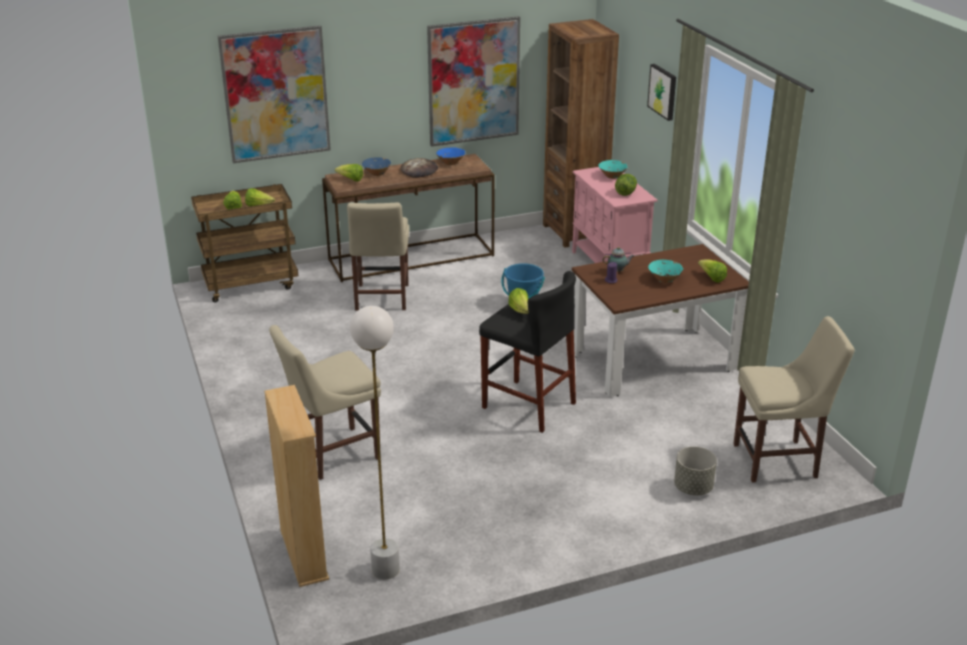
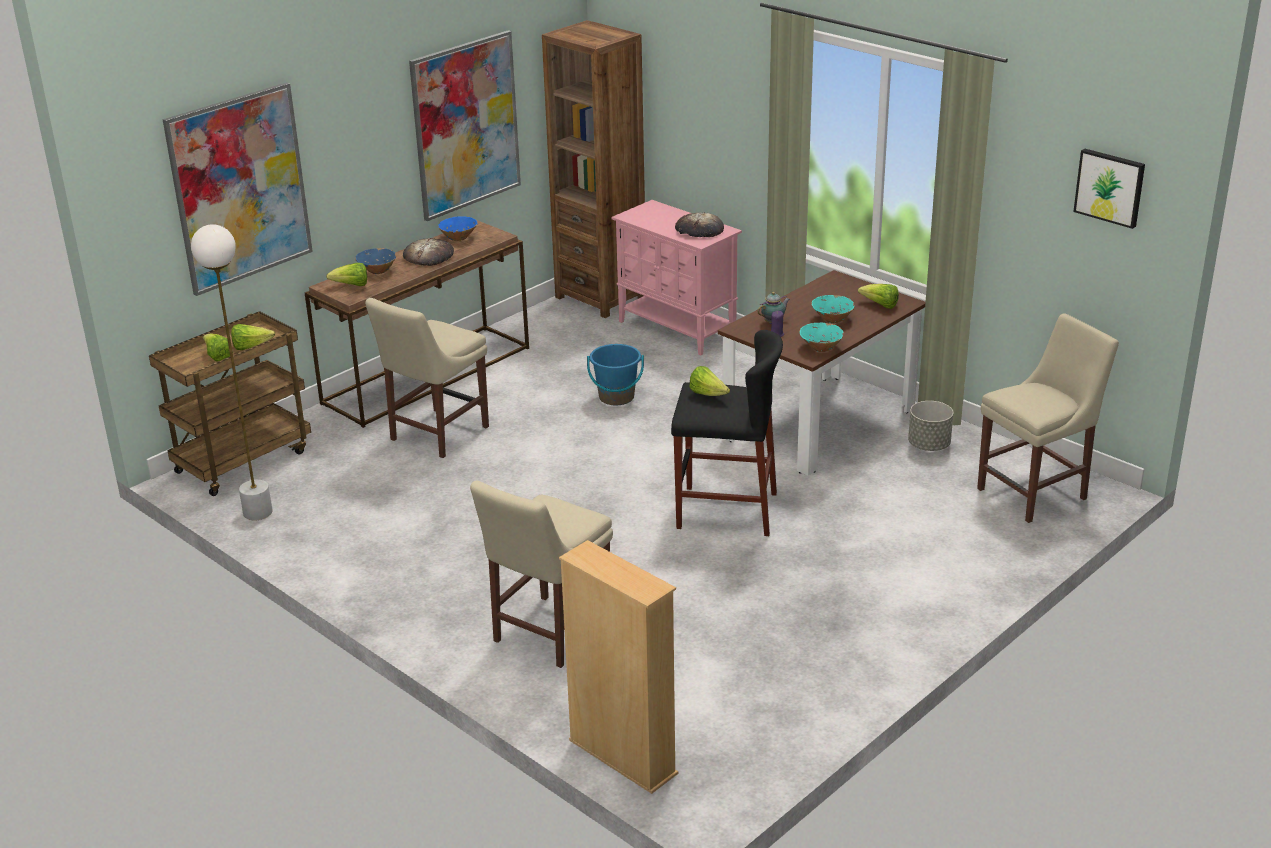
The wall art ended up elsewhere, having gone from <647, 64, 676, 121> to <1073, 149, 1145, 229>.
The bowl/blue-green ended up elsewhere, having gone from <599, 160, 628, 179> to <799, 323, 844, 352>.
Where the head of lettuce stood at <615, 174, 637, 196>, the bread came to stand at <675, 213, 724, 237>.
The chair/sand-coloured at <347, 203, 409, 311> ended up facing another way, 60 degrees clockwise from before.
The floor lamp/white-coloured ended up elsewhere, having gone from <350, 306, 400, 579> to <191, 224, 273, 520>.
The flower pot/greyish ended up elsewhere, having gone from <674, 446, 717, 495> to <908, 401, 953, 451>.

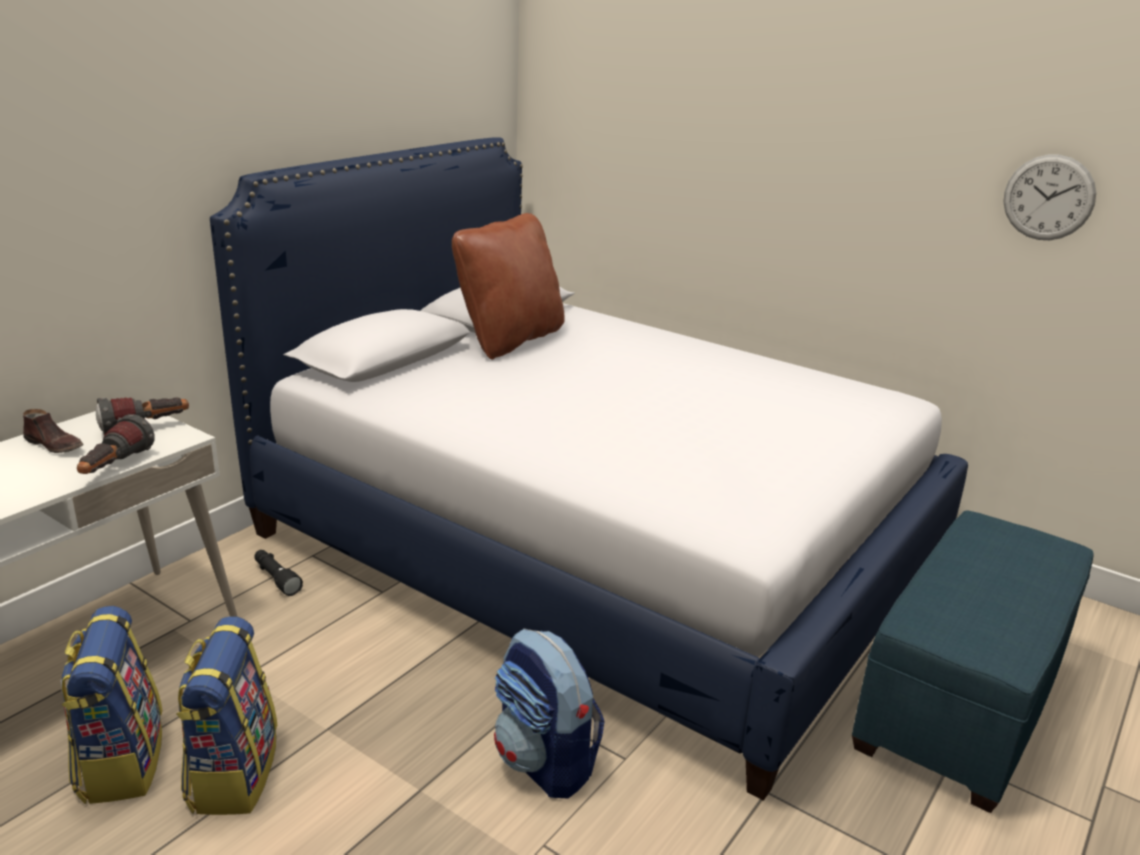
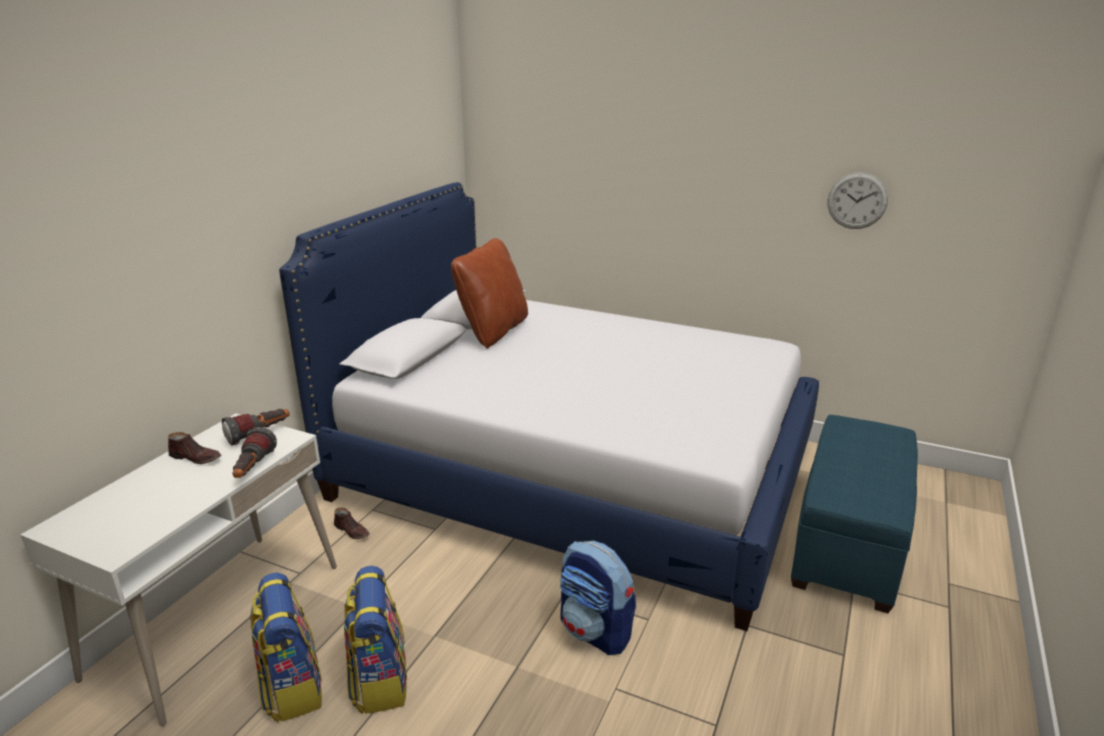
Where the flashlight/black-coloured stood at <254, 550, 303, 596>, the shoe/brownish came to stand at <334, 508, 370, 539>.

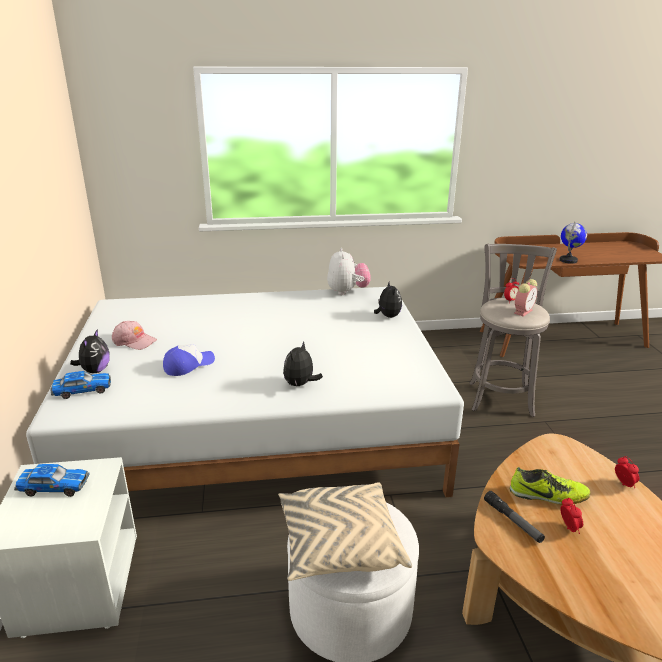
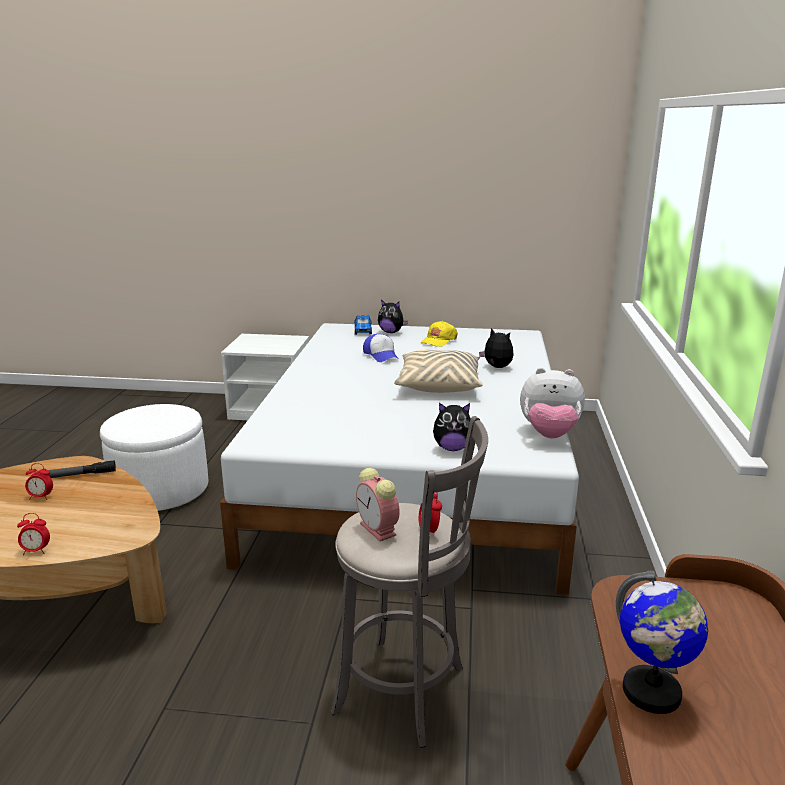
What was the peaked cap/pink-coloured at <112, 321, 157, 350> turned into the peaked cap/yellow-coloured at <421, 321, 458, 347>.
The soft toy ended up elsewhere, having gone from <283, 341, 323, 386> to <479, 328, 514, 368>.
The second view lost the model car at <14, 464, 89, 497>.
The second view lost the shoe at <510, 467, 590, 505>.
The cushion/sand-coloured ended up elsewhere, having gone from <278, 482, 412, 581> to <394, 350, 482, 393>.

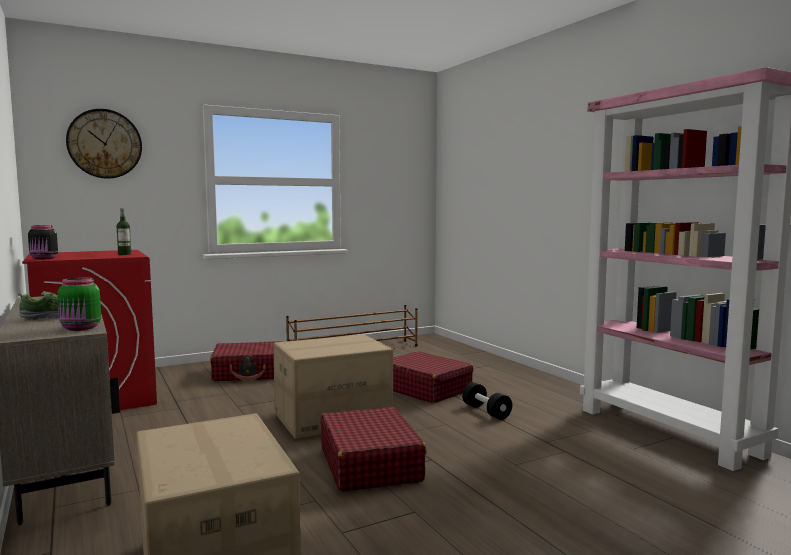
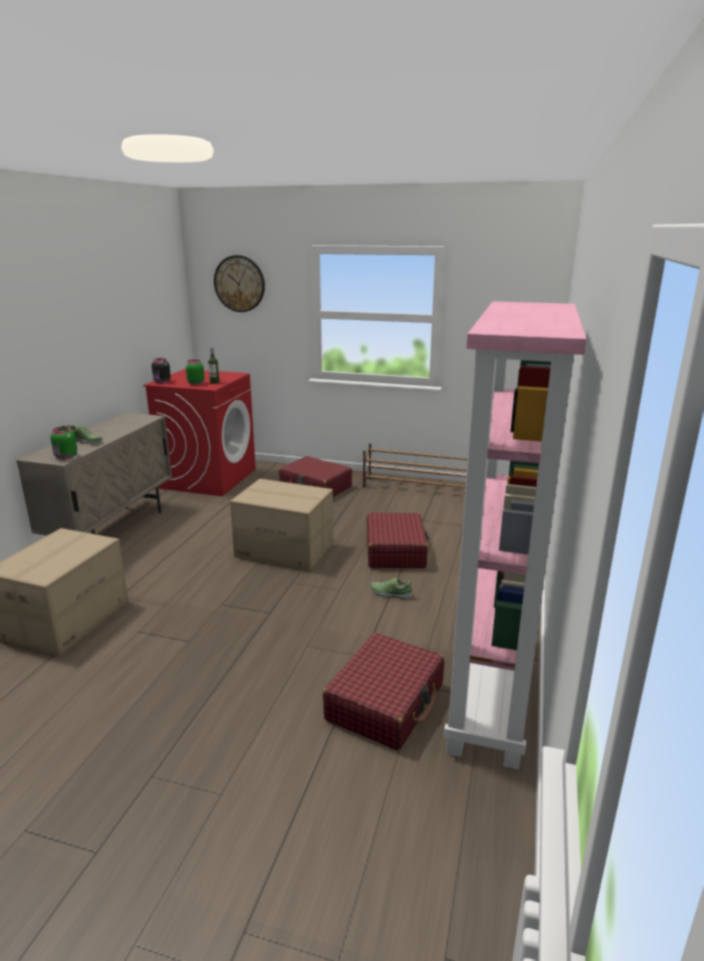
Where the hand weight/black-coloured stood at <462, 382, 512, 420>, the shoe came to stand at <370, 577, 412, 600>.
The suitcase/reddish ended up elsewhere, having gone from <320, 407, 426, 492> to <323, 633, 444, 751>.
The second view gained the storage jar/green-coloured at <186, 359, 205, 385>.

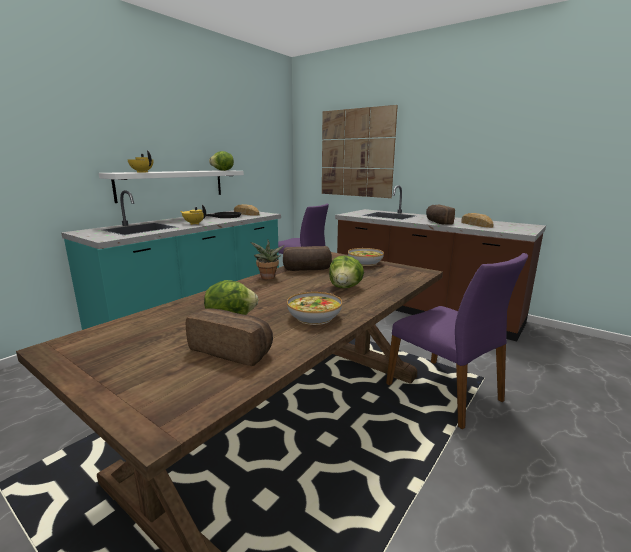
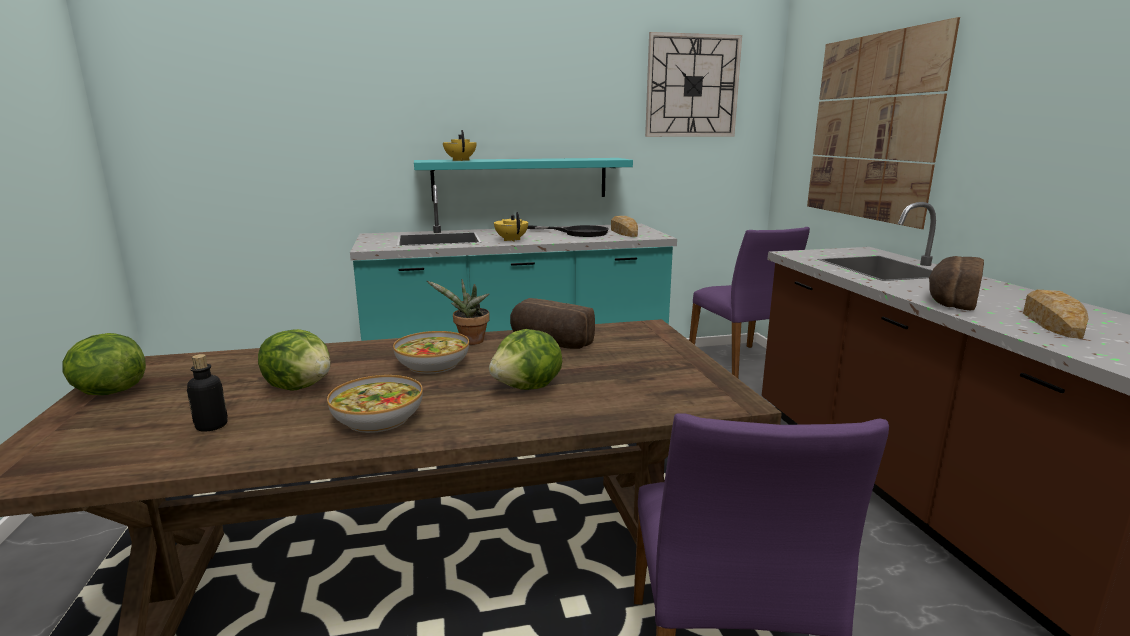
The head of lettuce ended up elsewhere, having gone from <209, 151, 234, 171> to <63, 333, 146, 395>.
What was the wall shelf/white-coloured at <99, 170, 244, 203> turned into the wall shelf/blue-green at <414, 158, 633, 201>.
The bowl ended up elsewhere, having gone from <348, 248, 384, 266> to <393, 331, 469, 374>.
Where the bread stood at <186, 308, 273, 366>, the bottle came to stand at <187, 354, 228, 432>.
The second view gained the clock on the wall at <645, 32, 742, 137>.

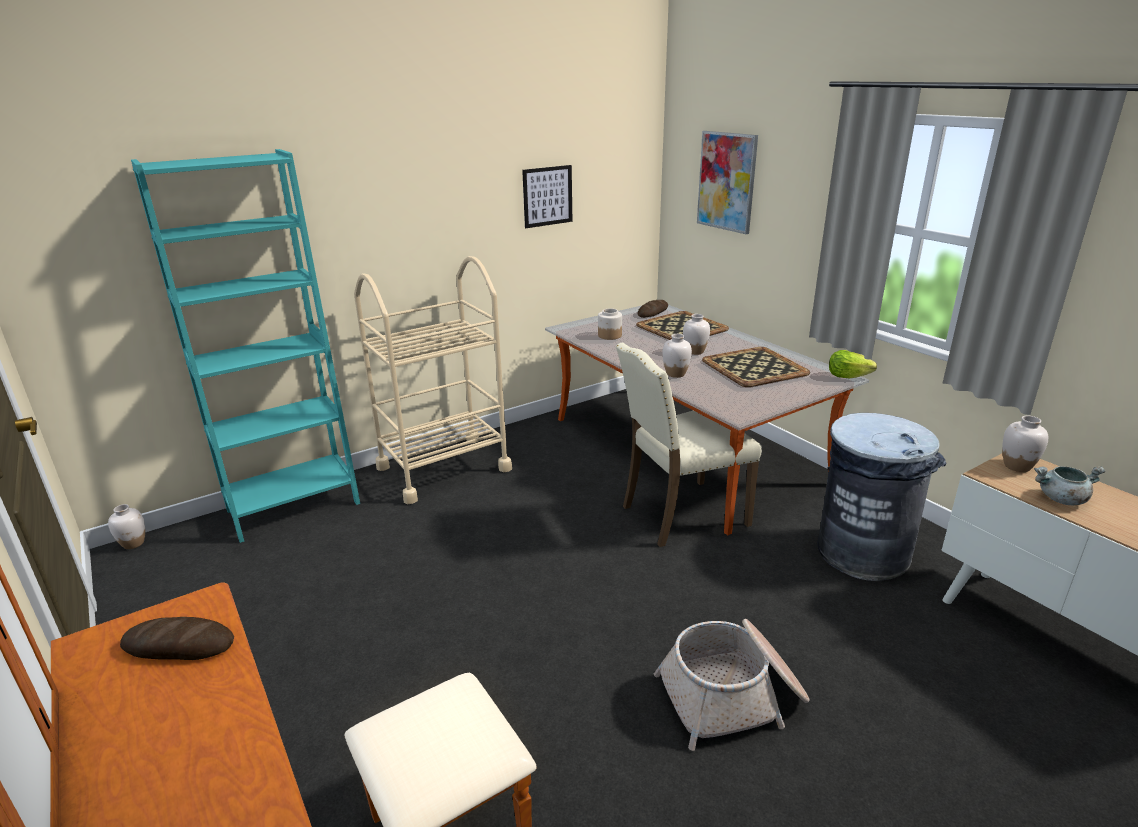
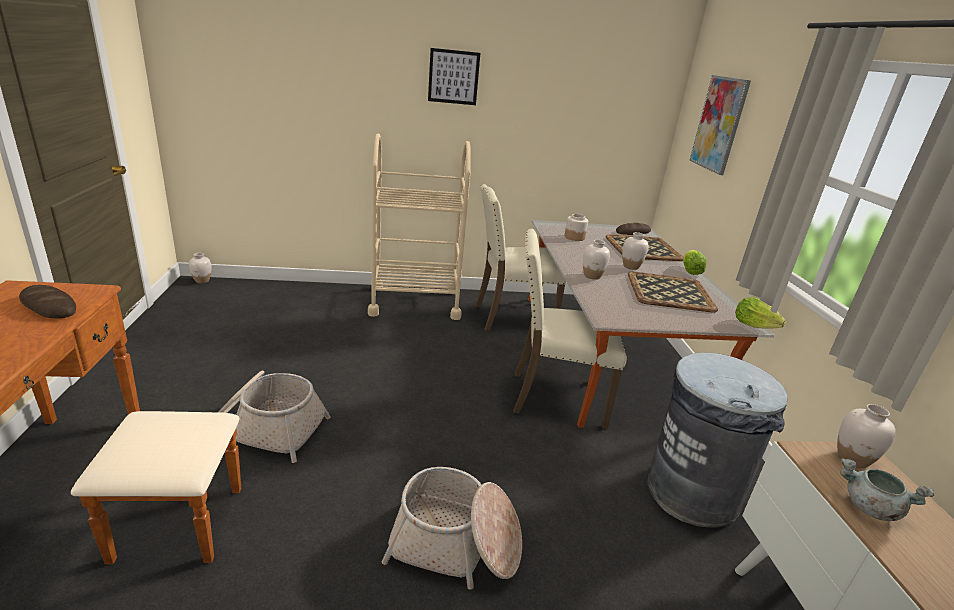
The second view lost the bookshelf/blue-green at <131, 149, 360, 543>.
The wall art ended up elsewhere, having gone from <522, 165, 572, 228> to <428, 48, 480, 105>.
The second view gained the chair/sand-coloured at <475, 184, 566, 331>.
The second view gained the head of lettuce at <683, 250, 707, 275>.
The second view gained the basket at <218, 370, 331, 463>.

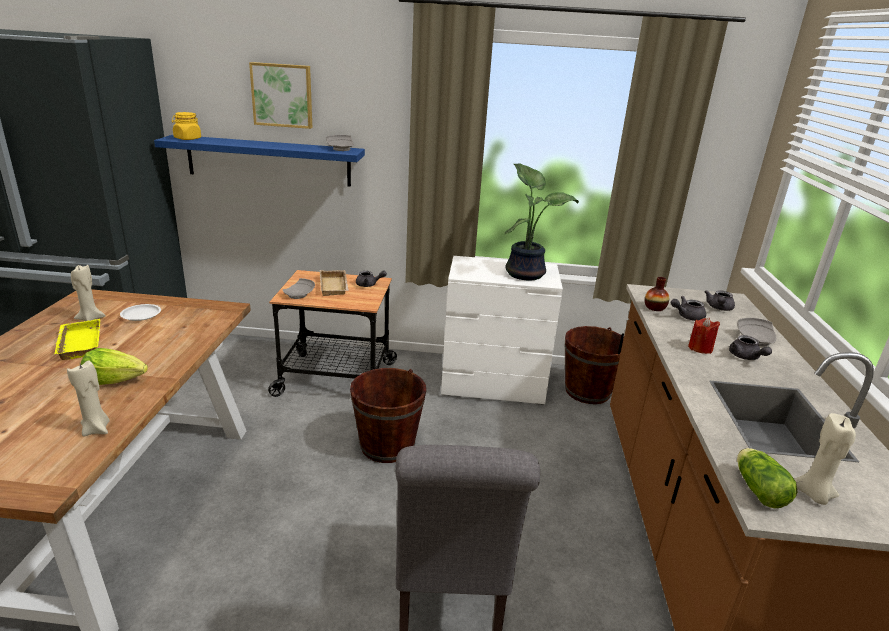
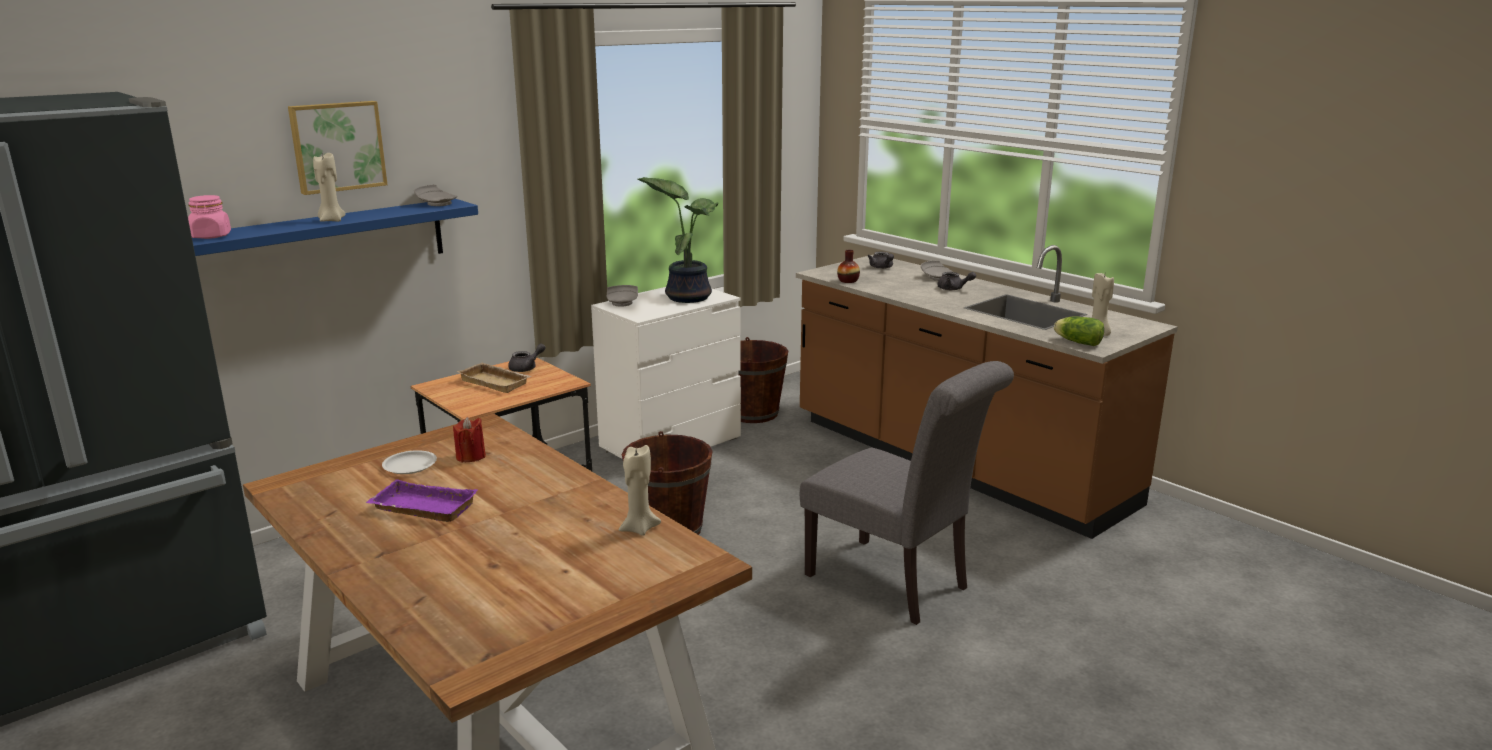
What was the storage jar/yellow-coloured at <172, 112, 201, 140> turned into the storage jar/pink-coloured at <188, 195, 231, 239>.
The wax candle/sand-coloured ended up elsewhere, having gone from <71, 265, 106, 321> to <313, 153, 346, 222>.
The flat dish/greyish ended up elsewhere, having gone from <283, 278, 315, 299> to <606, 285, 638, 307>.
The second view lost the pot for tea/greyish at <671, 296, 706, 321>.
The wax candle/reddish ended up elsewhere, having gone from <688, 317, 720, 354> to <453, 417, 486, 463>.
What was the tray/yellow-coloured at <55, 319, 100, 360> turned into the tray/purple-coloured at <366, 479, 477, 522>.
The second view lost the head of lettuce at <81, 348, 148, 385>.

